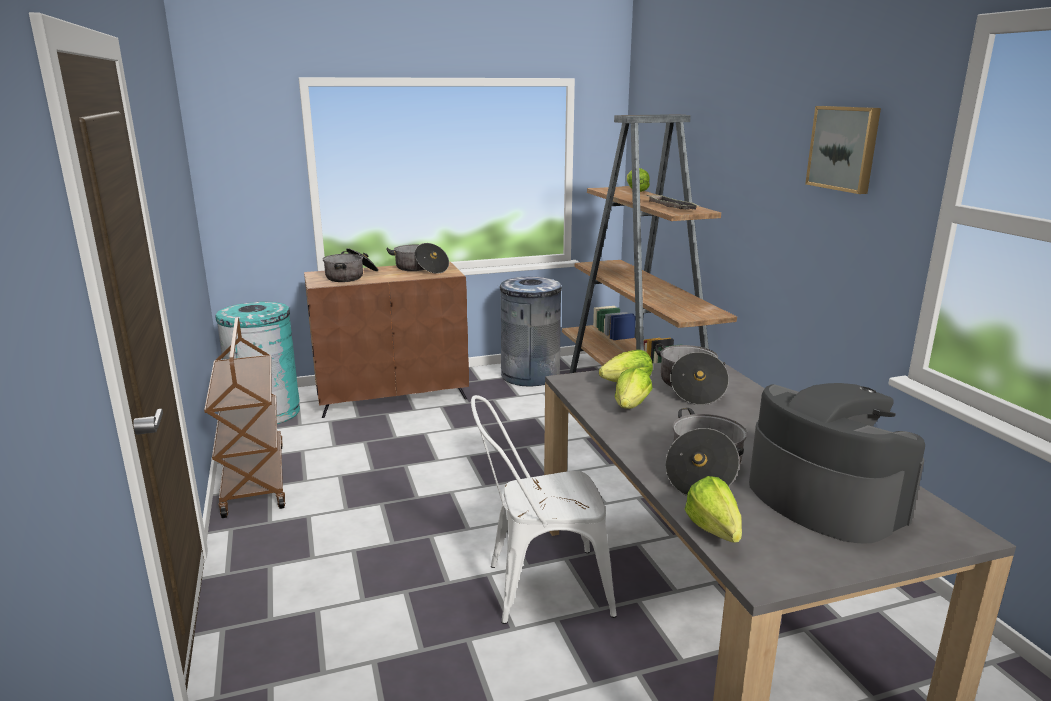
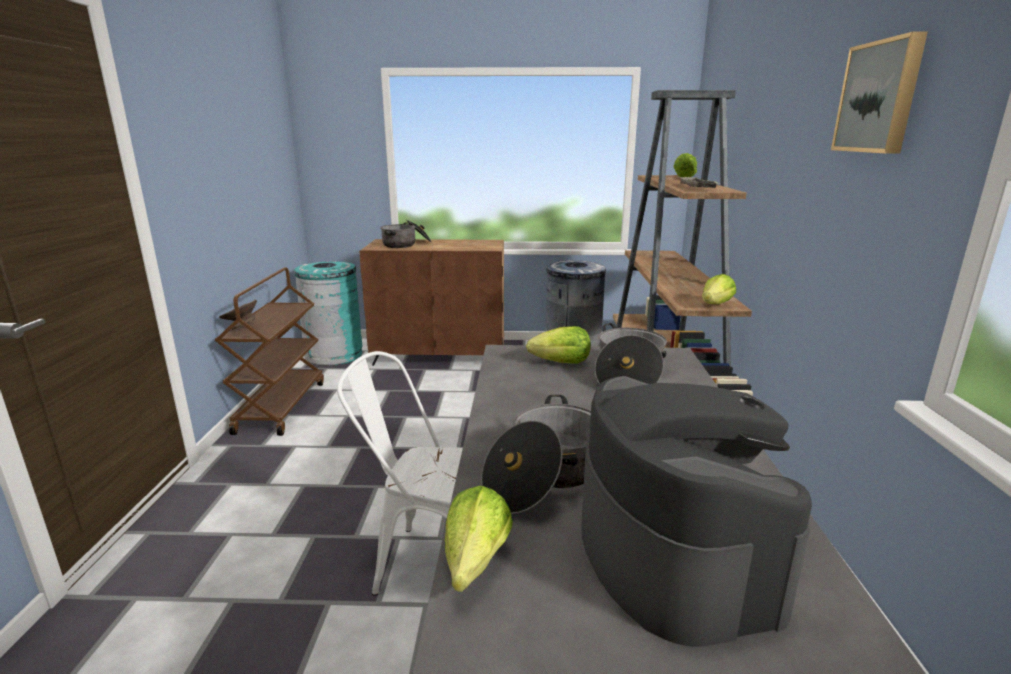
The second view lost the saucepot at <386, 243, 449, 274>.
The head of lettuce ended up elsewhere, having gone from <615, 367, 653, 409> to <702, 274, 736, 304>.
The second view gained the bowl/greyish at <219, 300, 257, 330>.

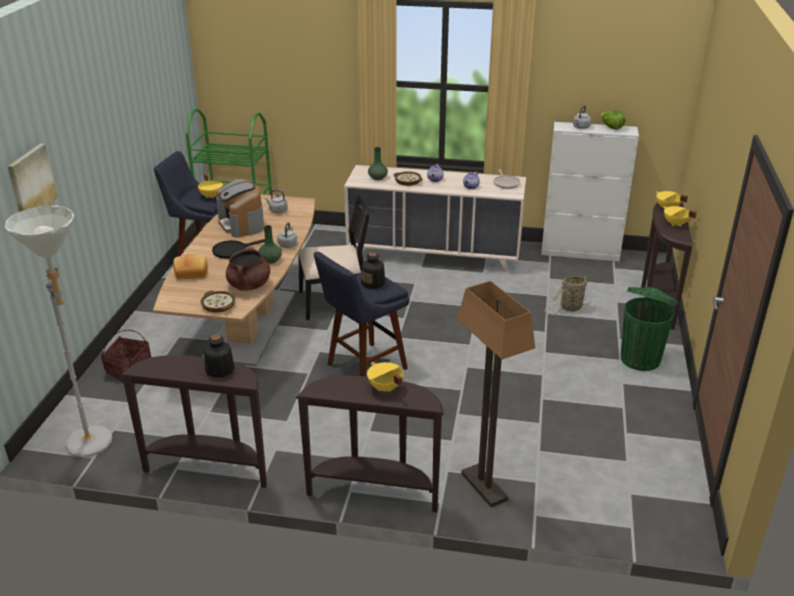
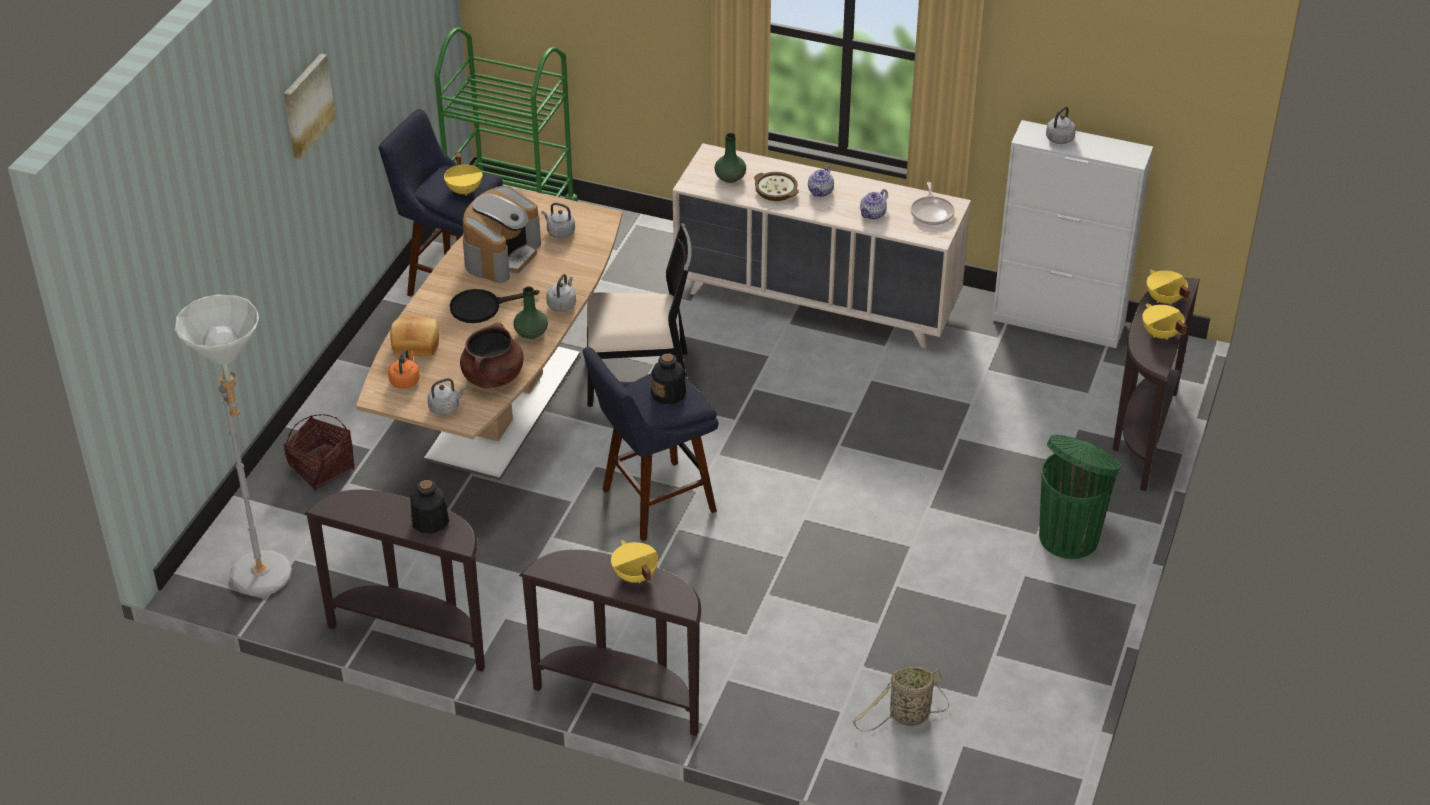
The second view lost the head of lettuce at <601, 110, 625, 130>.
The wall art ended up elsewhere, having gone from <8, 143, 57, 212> to <284, 54, 335, 159>.
The coffee machine at <216, 179, 264, 238> ended up facing another way, 135 degrees counterclockwise from before.
The basket ended up elsewhere, having gone from <544, 276, 591, 316> to <853, 667, 949, 732>.
The second view lost the floor lamp at <457, 281, 535, 507>.
Where the bowl stood at <200, 291, 235, 313>, the tea kettle/greyish came to stand at <427, 378, 466, 415>.
The second view gained the tea kettle/orangey at <388, 349, 420, 388>.

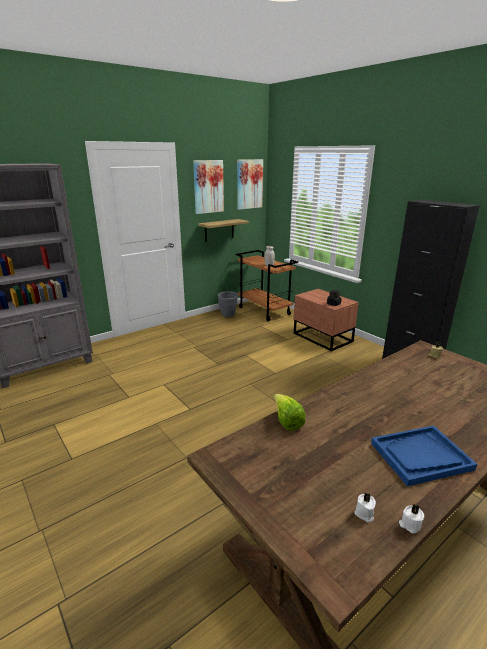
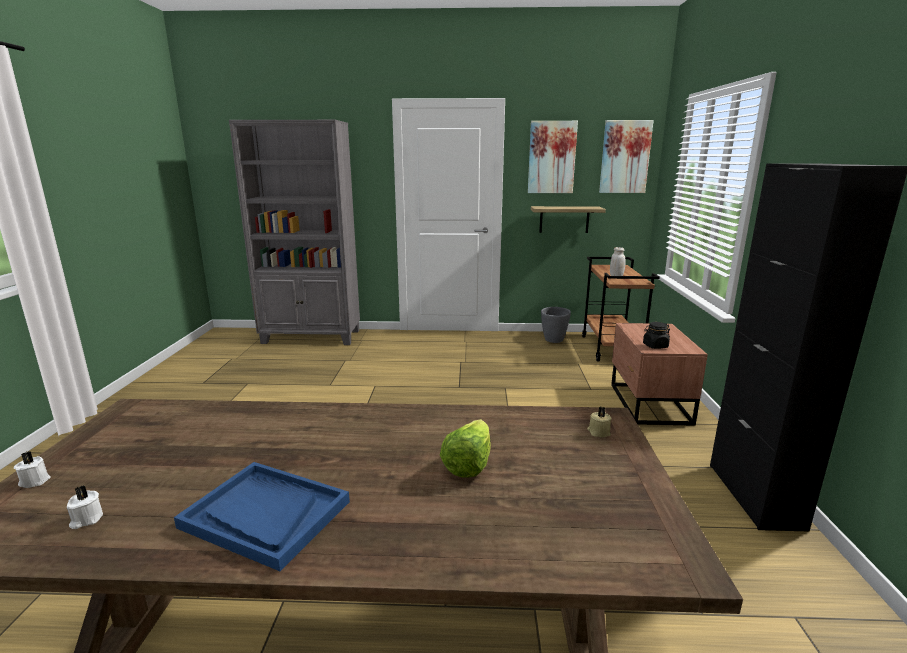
The head of lettuce ended up elsewhere, having gone from <273, 394, 306, 431> to <440, 419, 491, 478>.
The wax candle/white-coloured ended up elsewhere, having gone from <399, 504, 424, 534> to <14, 451, 51, 488>.

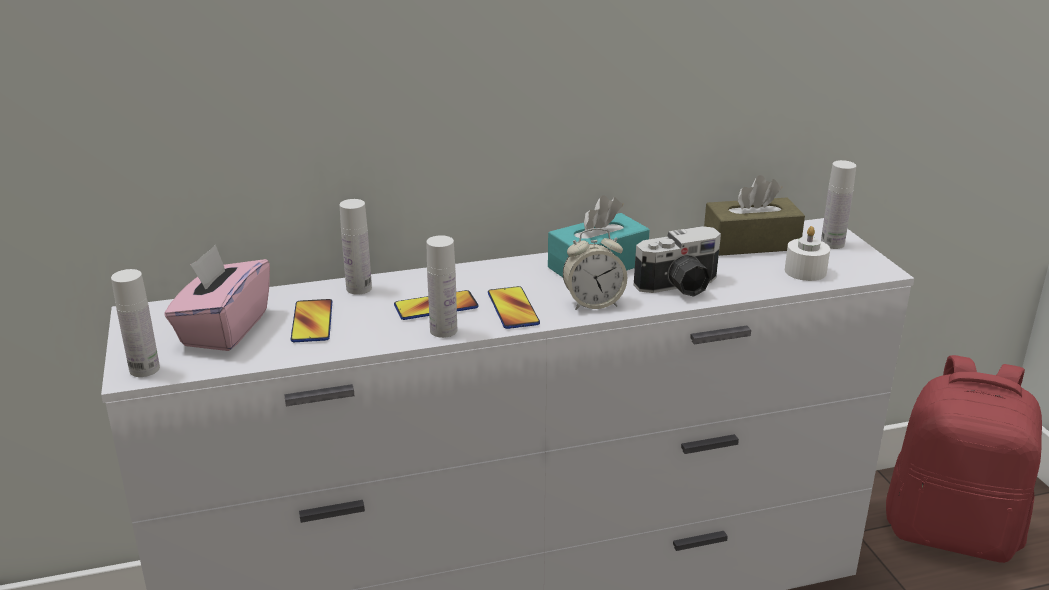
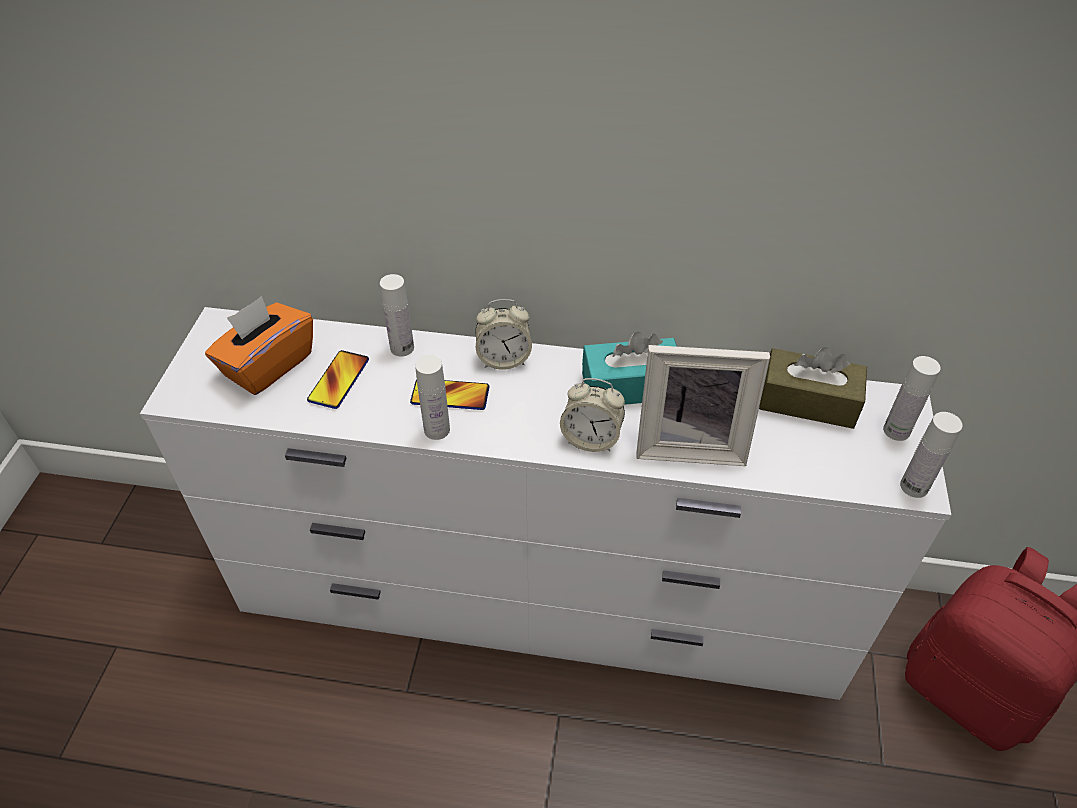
Where the photo camera stood at <634, 226, 721, 297>, the picture frame came to stand at <636, 345, 770, 466>.
The second view lost the wax candle/white-coloured at <785, 226, 830, 281>.
What was the box of tissues/pink-coloured at <164, 245, 270, 351> turned into the box of tissues/orangey at <205, 296, 313, 395>.
The bottle/white-coloured ended up elsewhere, having gone from <111, 269, 160, 377> to <900, 412, 963, 498>.
The second view lost the phone at <488, 286, 540, 329>.
The second view gained the bedside clock at <475, 299, 532, 369>.

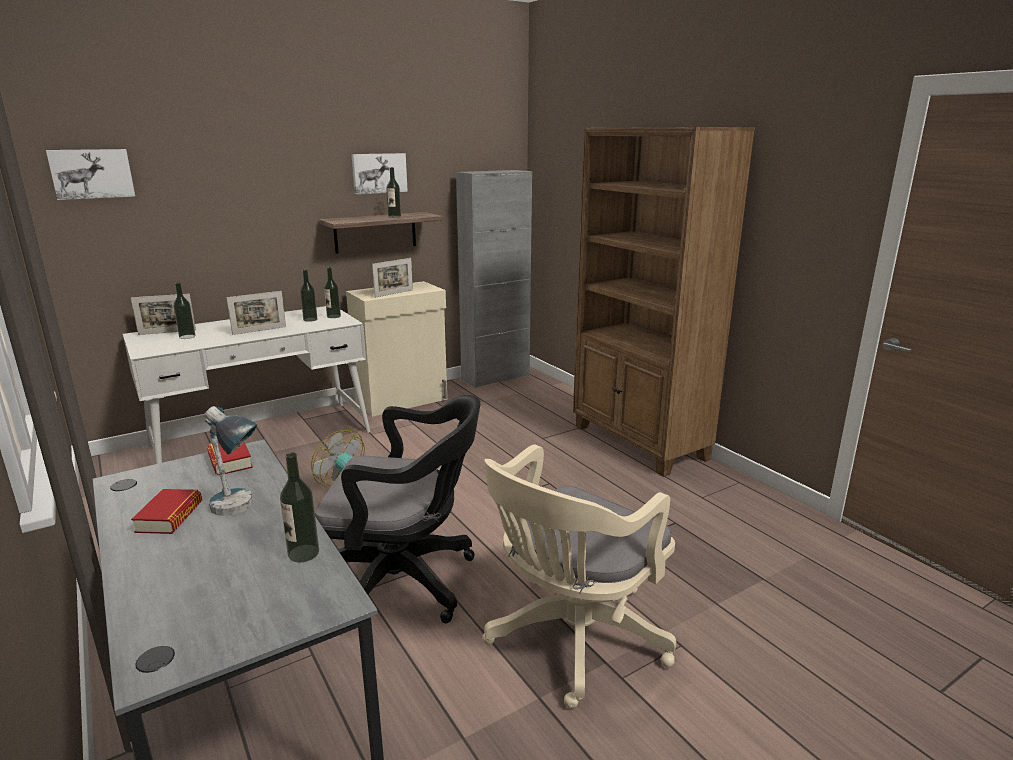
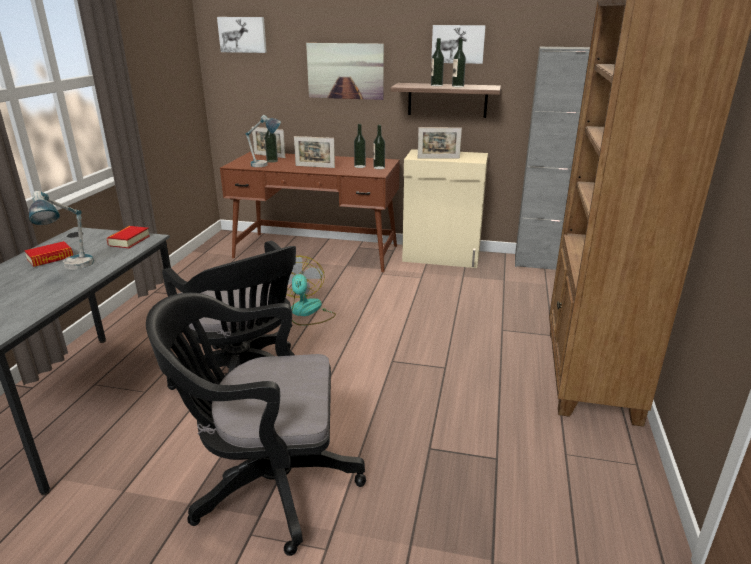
What was the desk unit/white-coloured at <123, 306, 370, 464> turned into the desk unit/brownish at <220, 152, 400, 272>.
What was the desk chair/sand-coloured at <482, 445, 676, 708> turned into the desk chair/black-coloured at <146, 293, 366, 556>.
The bottle ended up elsewhere, having gone from <280, 453, 319, 562> to <431, 38, 444, 86>.
The second view gained the wall art at <306, 43, 384, 100>.
The second view gained the lamp for a table at <246, 115, 281, 167>.

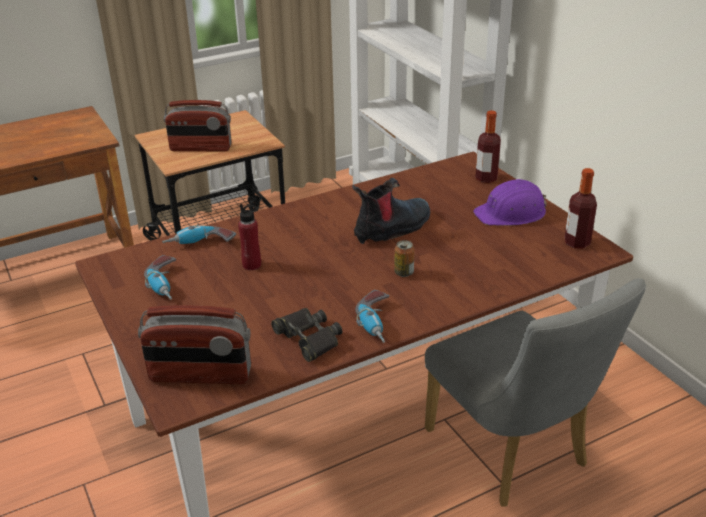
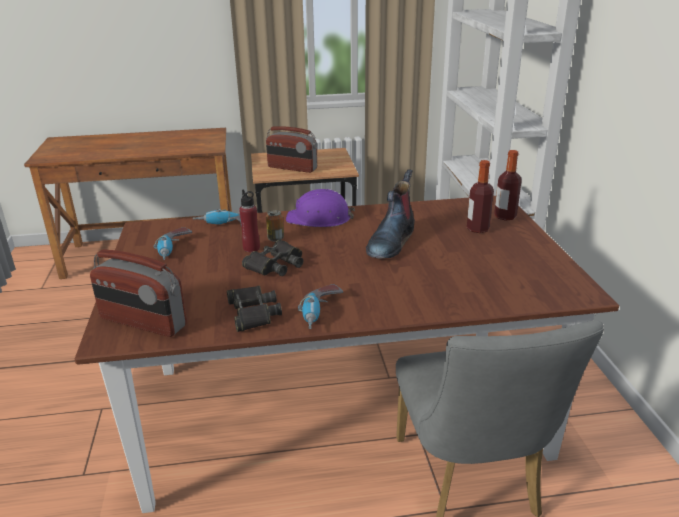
The bottle ended up elsewhere, having gone from <564, 168, 597, 249> to <467, 160, 494, 233>.
The high-top boot at <352, 178, 430, 244> ended up facing another way, 135 degrees clockwise from before.
The hard hat/purple-coloured ended up elsewhere, having gone from <473, 179, 547, 226> to <286, 189, 355, 227>.
The metal can ended up elsewhere, having gone from <394, 240, 415, 277> to <266, 210, 284, 242>.
The second view gained the pair of binoculars/black-coloured at <242, 240, 303, 276>.

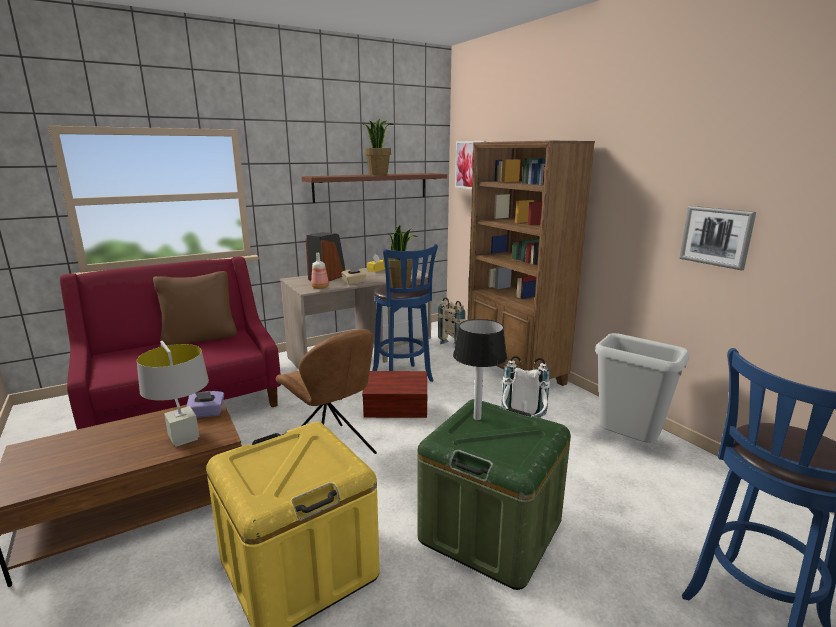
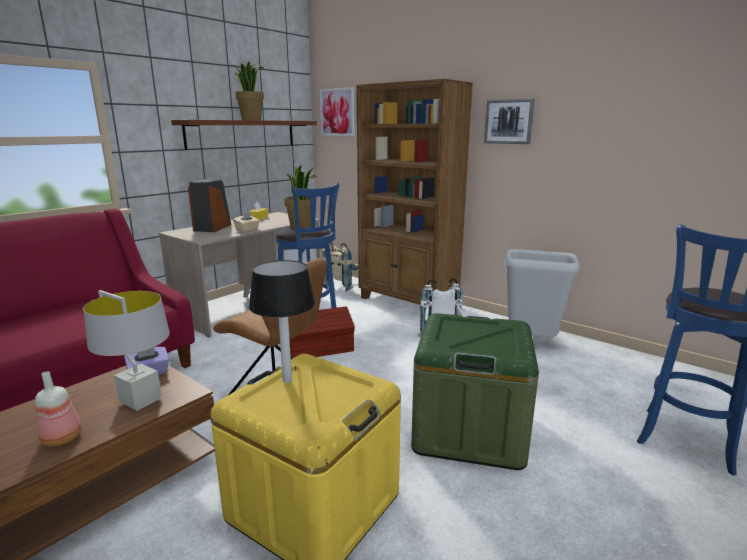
The wall art ended up elsewhere, having gone from <679, 206, 756, 270> to <484, 99, 535, 144>.
The bottle ended up elsewhere, having gone from <311, 253, 329, 289> to <35, 371, 82, 446>.
The second view lost the cushion/brownish at <153, 271, 237, 346>.
The lamp for a table ended up elsewhere, having gone from <453, 319, 507, 420> to <249, 260, 315, 383>.

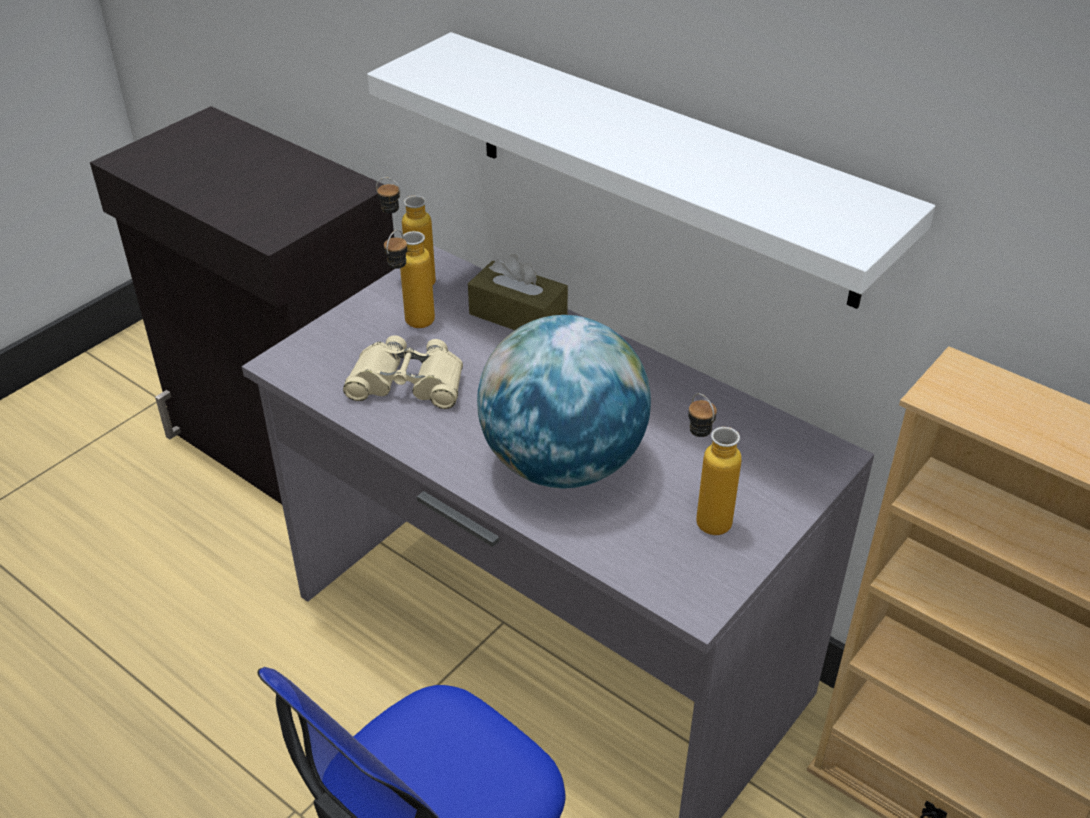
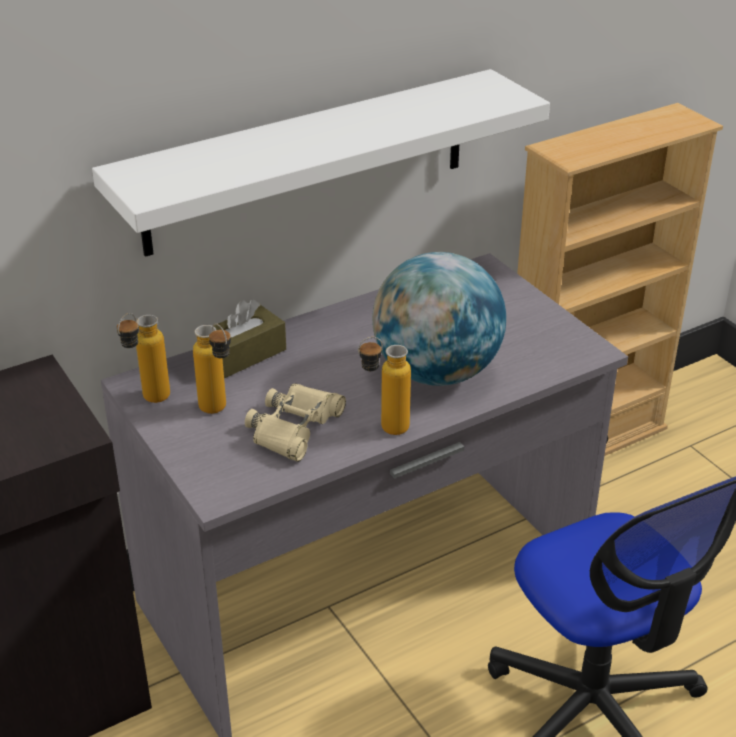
The bottle ended up elsewhere, having gone from <688, 393, 742, 535> to <358, 337, 411, 435>.

